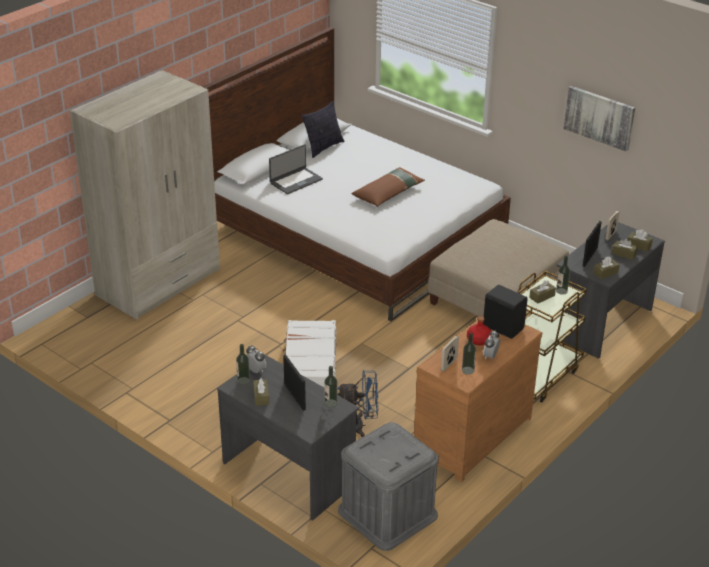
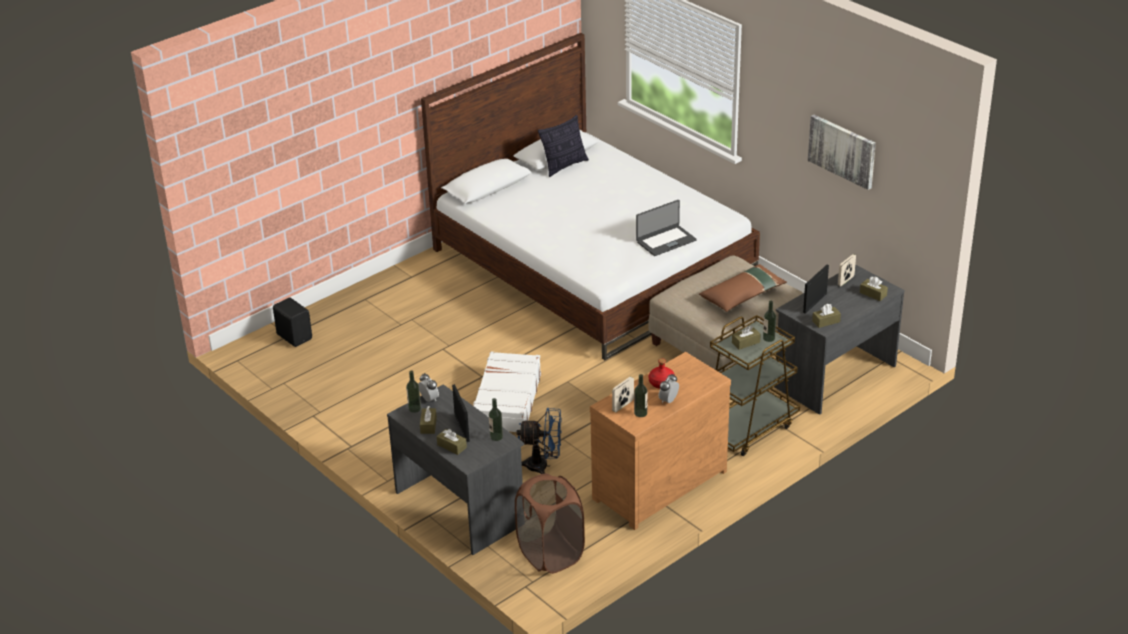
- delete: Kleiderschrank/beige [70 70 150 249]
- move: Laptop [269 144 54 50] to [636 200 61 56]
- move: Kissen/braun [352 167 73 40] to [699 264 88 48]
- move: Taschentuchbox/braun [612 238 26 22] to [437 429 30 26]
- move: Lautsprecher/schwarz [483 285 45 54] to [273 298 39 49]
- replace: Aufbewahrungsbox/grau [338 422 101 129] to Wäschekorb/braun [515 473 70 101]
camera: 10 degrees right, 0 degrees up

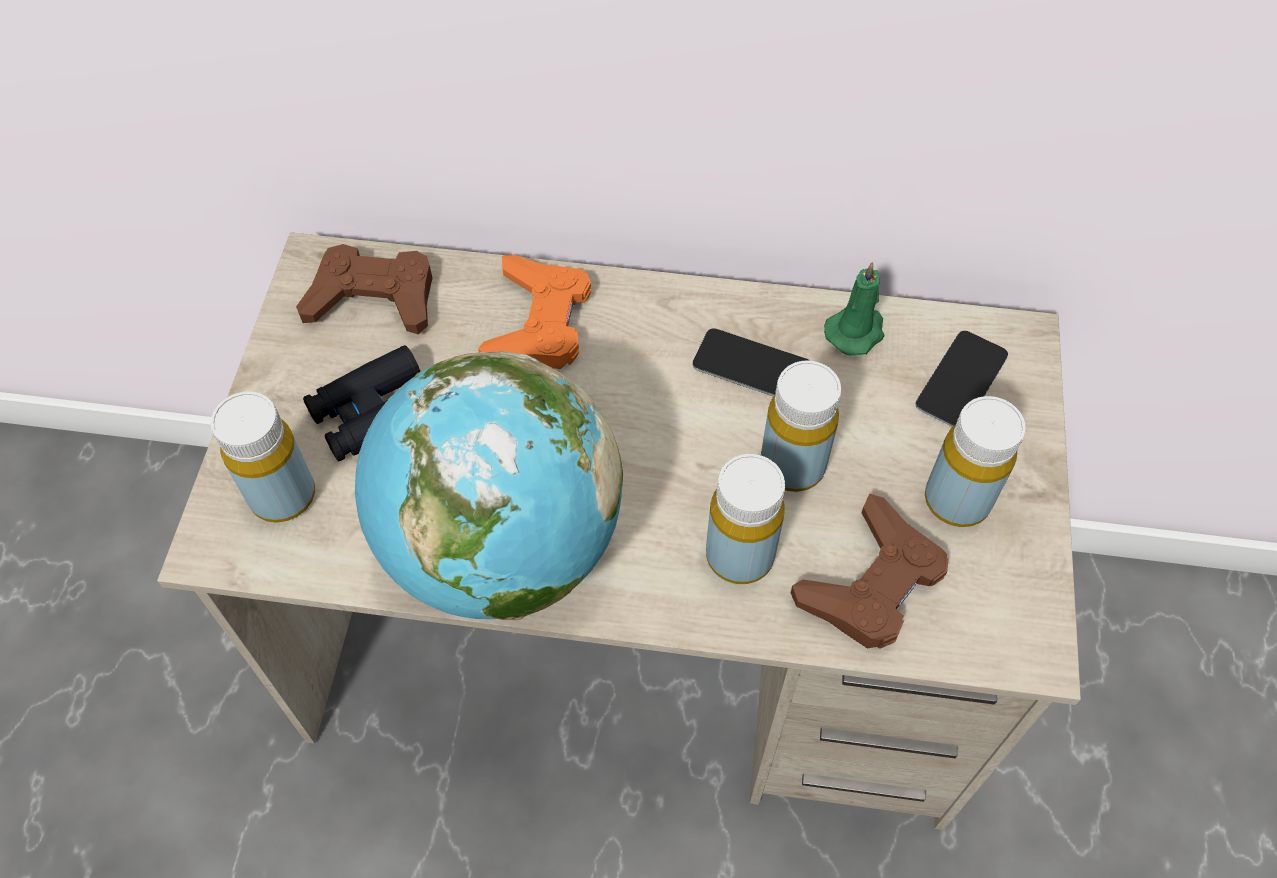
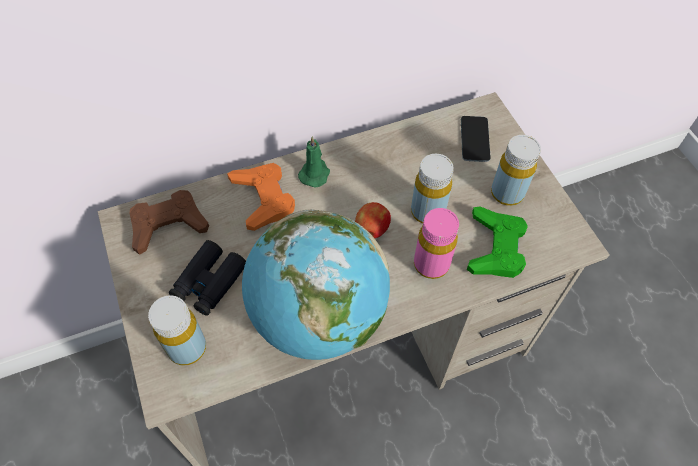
- move: Kerze/grün [824 262 61 94] to [298 136 32 51]
- delete: Handy [693 328 117 68]
- recolor: Flasche/gelb [706 454 79 130] to Flasche/rosa [414 208 45 71]
- recolor: Gamepad/braun [791 494 158 155] to Gamepad/grün [467 207 61 71]
- insert: Apfel [355 202 36 36]
camera: 30 degrees left, 0 degrees up

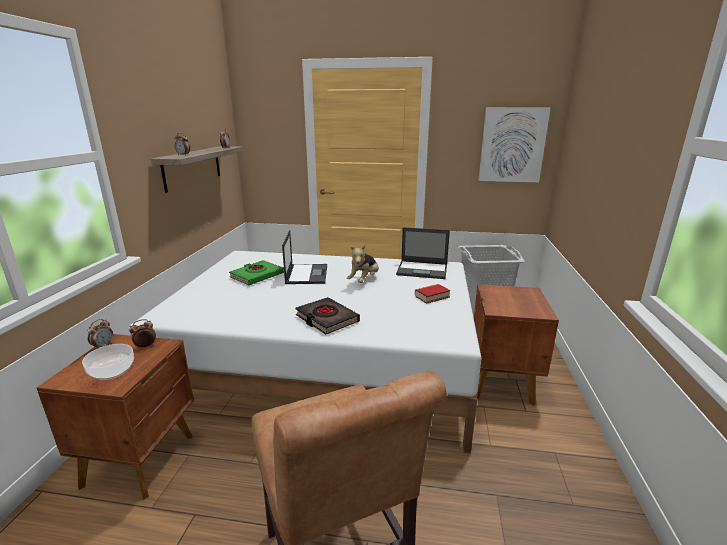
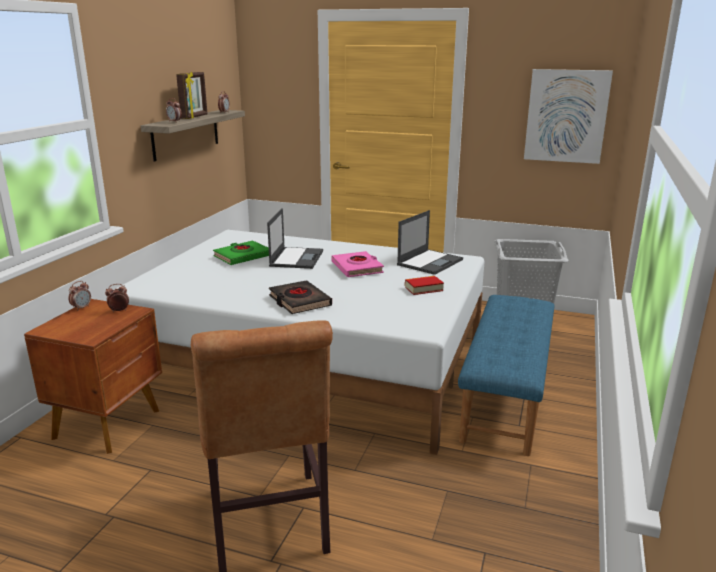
- rotate: Laptop [396 227 54 52] = [397 210 66 65] 75 degrees counterclockwise
- replace: Plüschtier [347 245 32 38] to Buch/rosa [331 251 53 26]
- replace: Nachttisch/braun [474 284 85 121] to Bank/blau [458 295 96 161]
- delete: Schüssel [82 344 52 36]
- insert: Bilderrahmen [176 71 32 48]
camera: 10 degrees right, 0 degrees up

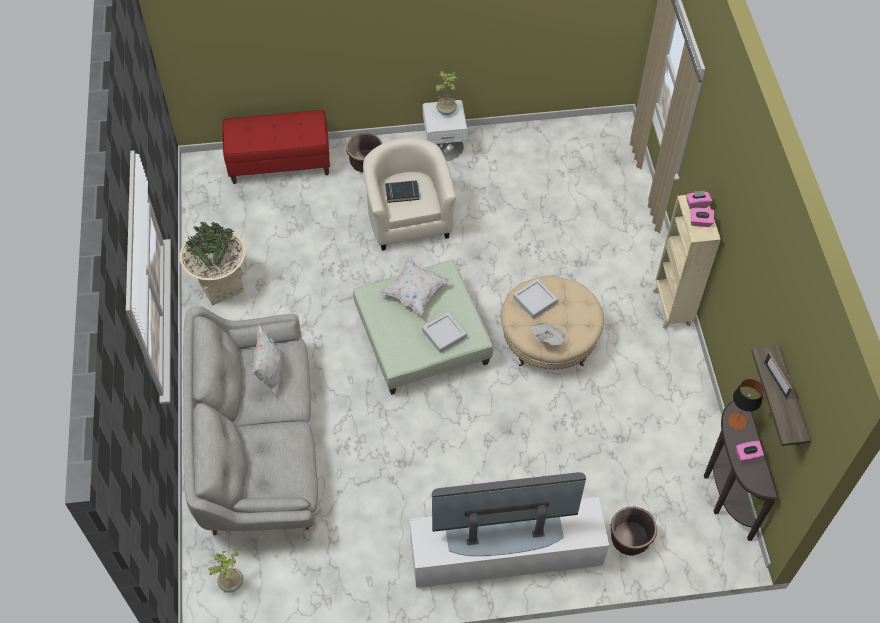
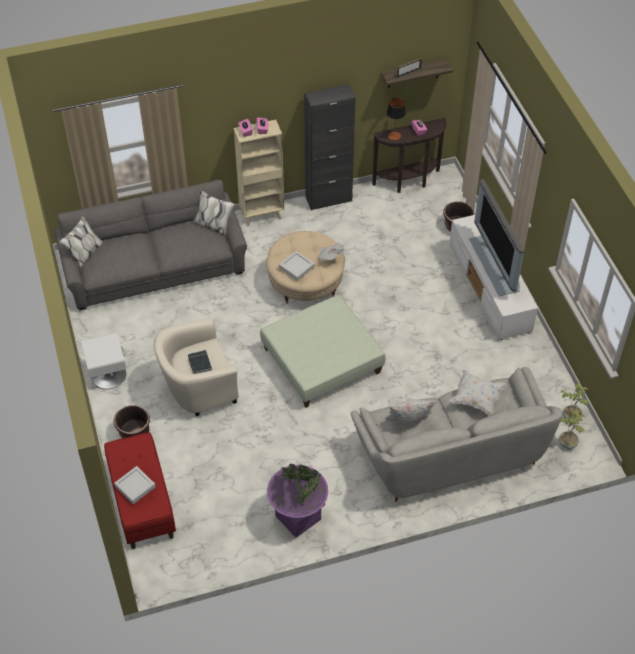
- move: Topfpflanze [435 71 22 44] to [561 383 27 38]
- recolor: Pflanzkübel/beige [180 222 65 84] to Pflanzkübel/lila [267 464 61 74]
- move: Kissen/weiß [379 258 71 58] to [449 370 57 45]
- move: Tablett/grau [422 312 45 41] to [114 466 42 38]
- insert: Schrank/schwarz [304 84 51 127]
- insert: Sofa/grau [54 180 193 130]
camera: 100 degrees left, 5 degrees down

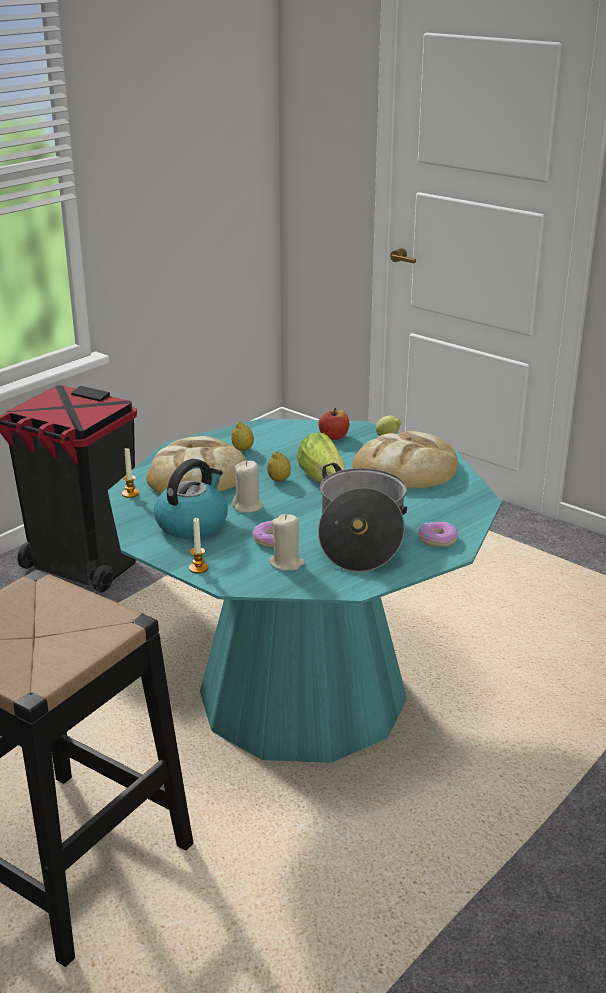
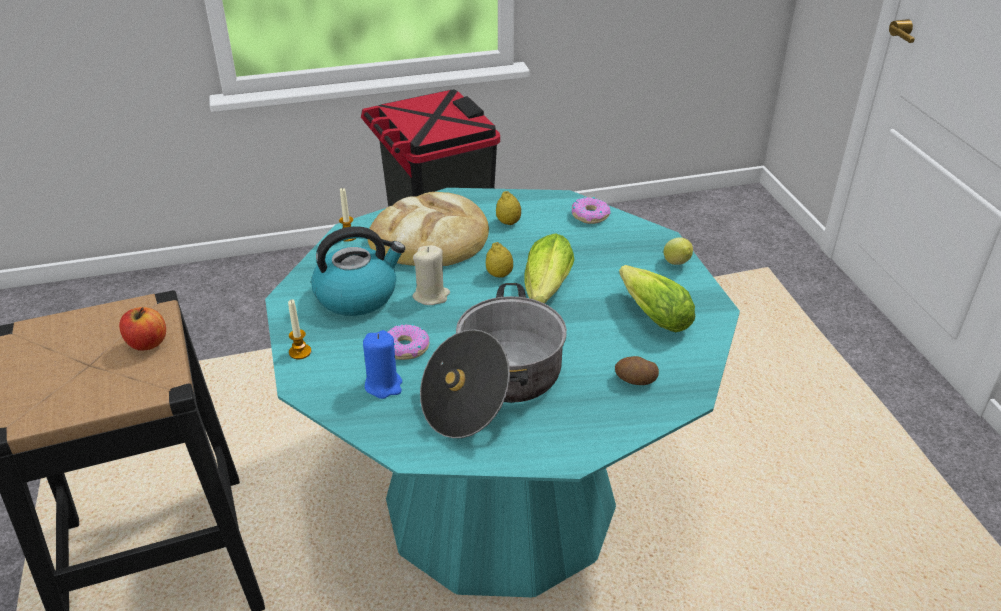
- move: Apfel [318 408 31 32] to [119 307 47 44]
- replace: Brot [352 431 106 58] to Salatkopf [619 265 76 67]
- recolor: Kerze/beige [269 514 36 57] to Kerze/blau [363 330 39 69]
- move: Donut [418 521 40 26] to [572 197 39 27]
- insert: Kartoffel [615 356 44 29]
camera: 35 degrees right, 10 degrees up

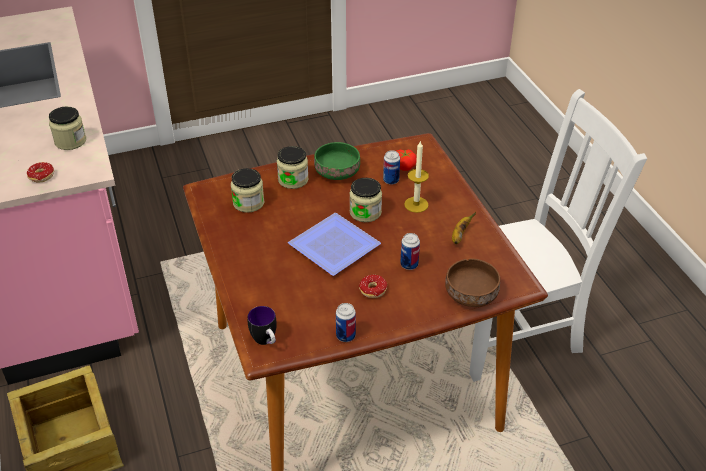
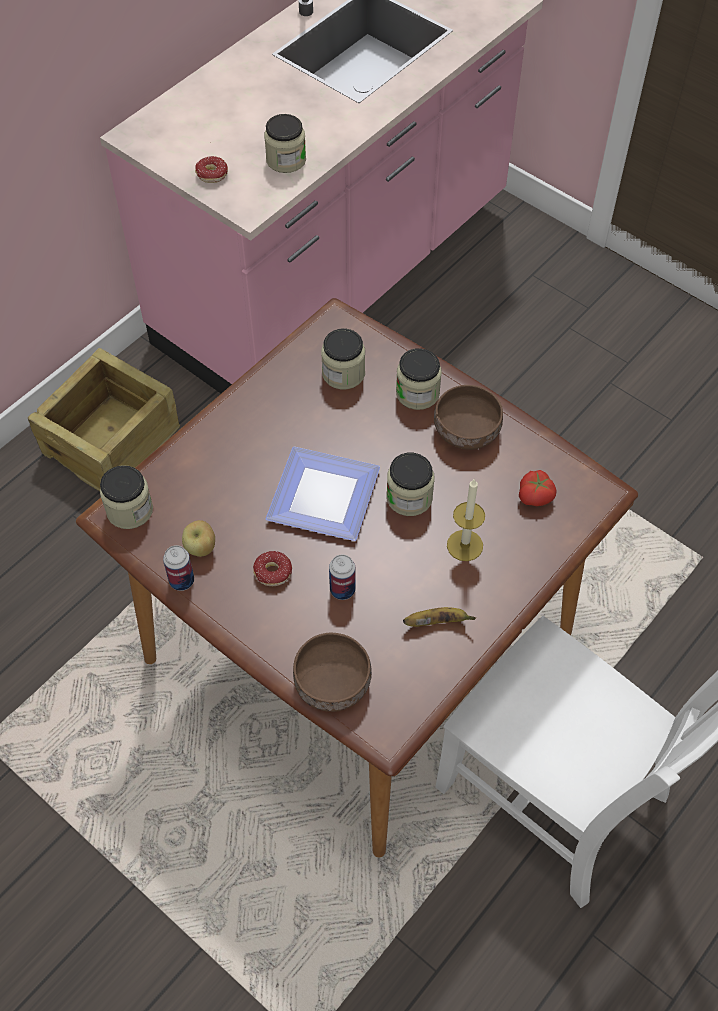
- recolor: Schüssel/grün [314 142 46 38] to Schüssel/braun [434 385 69 65]
- delete: Dose [383 150 17 35]
- replace: Henkelbecher [247 306 30 39] to Vorratsglas [100 465 53 64]
- insert: Apfel [182 520 33 37]
camera: 60 degrees right, 15 degrees up

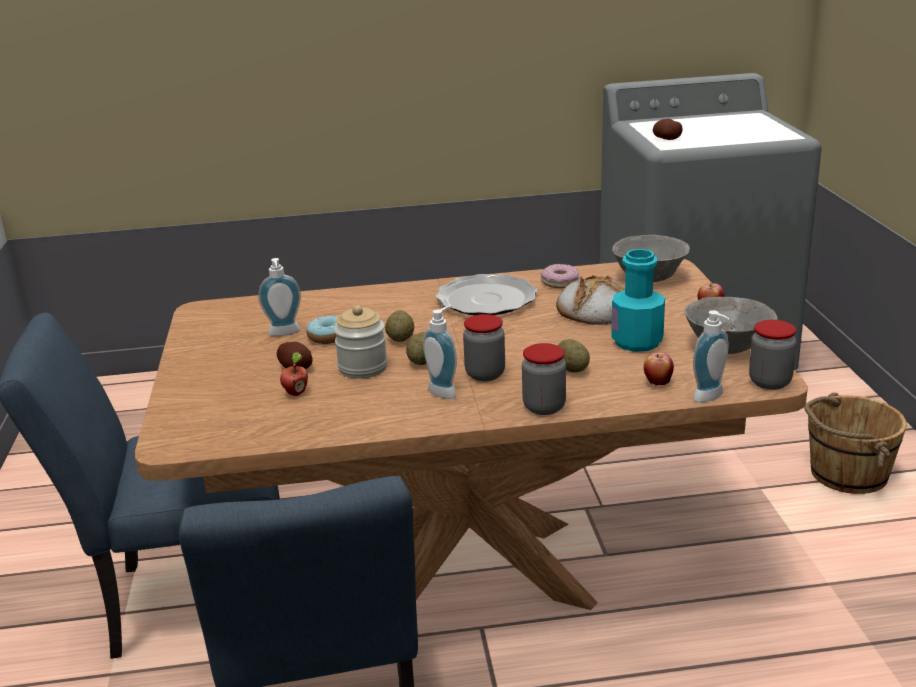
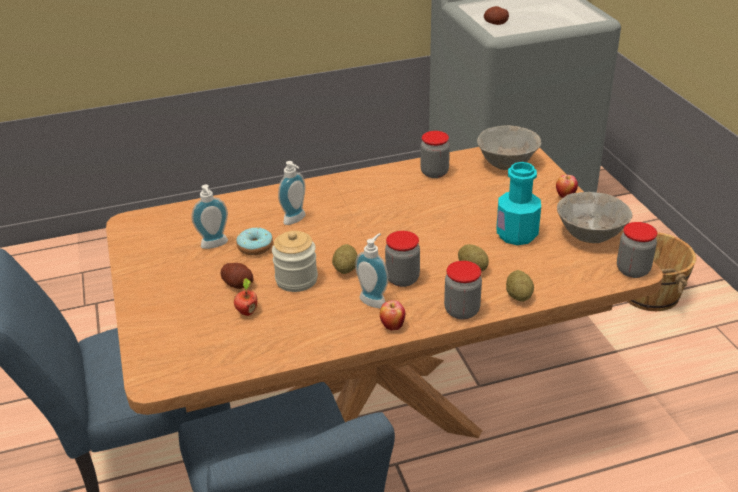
- replace: Donut [541 264 38 24] to Vorratsglas [420 131 30 47]
- delete: Teller [435 274 102 41]
- delete: Brot [556 275 69 50]
- move: Kartoffel [385 310 29 32] to [506 270 28 32]
- move: Seifenspender [693 310 37 93] to [278 161 28 64]
- move: Apfel [644 352 30 34] to [380 300 25 30]
camera: 10 degrees left, 10 degrees up

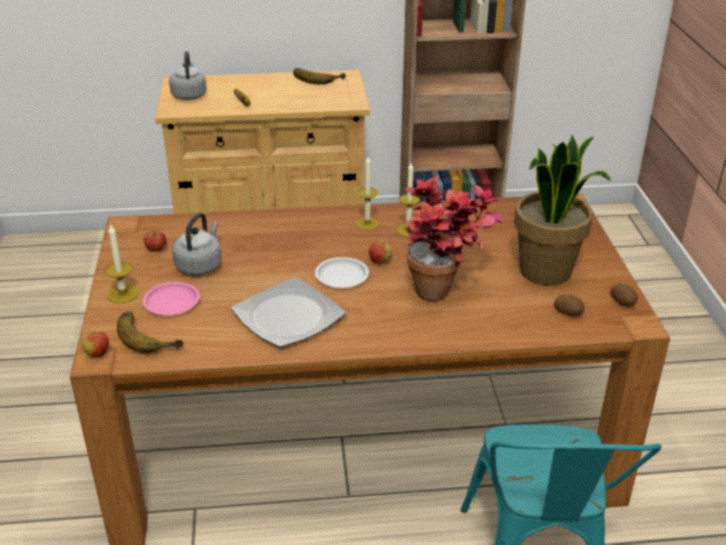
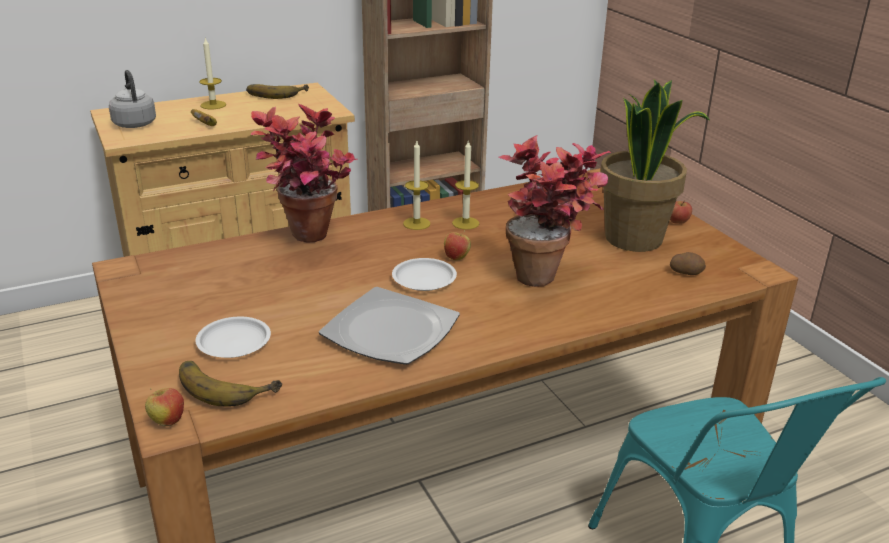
- delete: Wasserkessel/grau [172 213 50 62]
- move: Kerze [105 223 34 80] to [199 38 27 71]
- move: Apfel [144 231 23 21] to [670 200 22 24]
- recolor: Teller/rosa [143 282 57 33] to Teller/weiß [195 317 76 41]
- delete: Kartoffel [610 284 28 23]
- insert: Topfpflanze [251 104 107 139]
camera: 20 degrees left, 5 degrees down

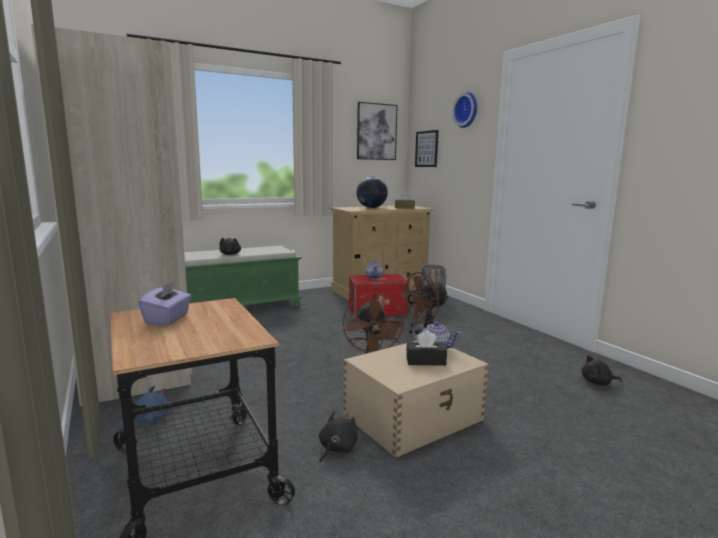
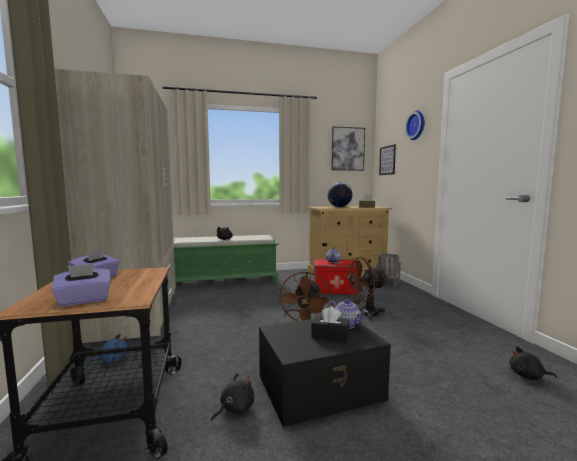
- recolor: Aufbewahrungsbox/beige [343 341 146 117] to Aufbewahrungsbox/schwarz [259 319 132 108]
- insert: Taschentuchbox/lila [51 264 60 43]
camera: 15 degrees right, 5 degrees down

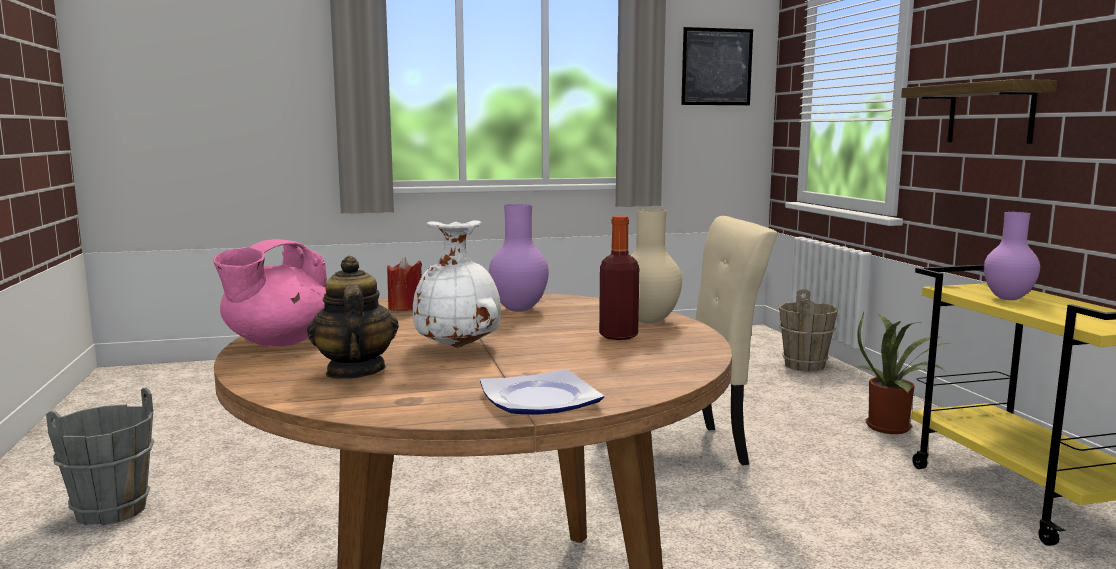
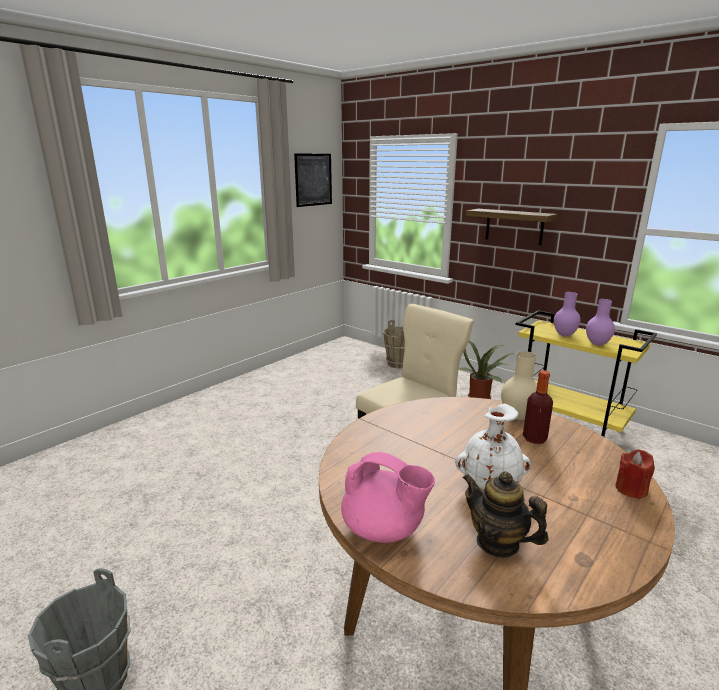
- move: Vase/lila [489 204 60 108] to [586 299 29 47]
- rotate: Teekanne/rosa [213 239 114 108] = [341 452 94 91] 60 degrees counterclockwise
- move: Kerze/rot [387 257 35 54] to [615 450 40 49]
- delete: Teller [480 369 124 46]
camera: 35 degrees left, 10 degrees up

